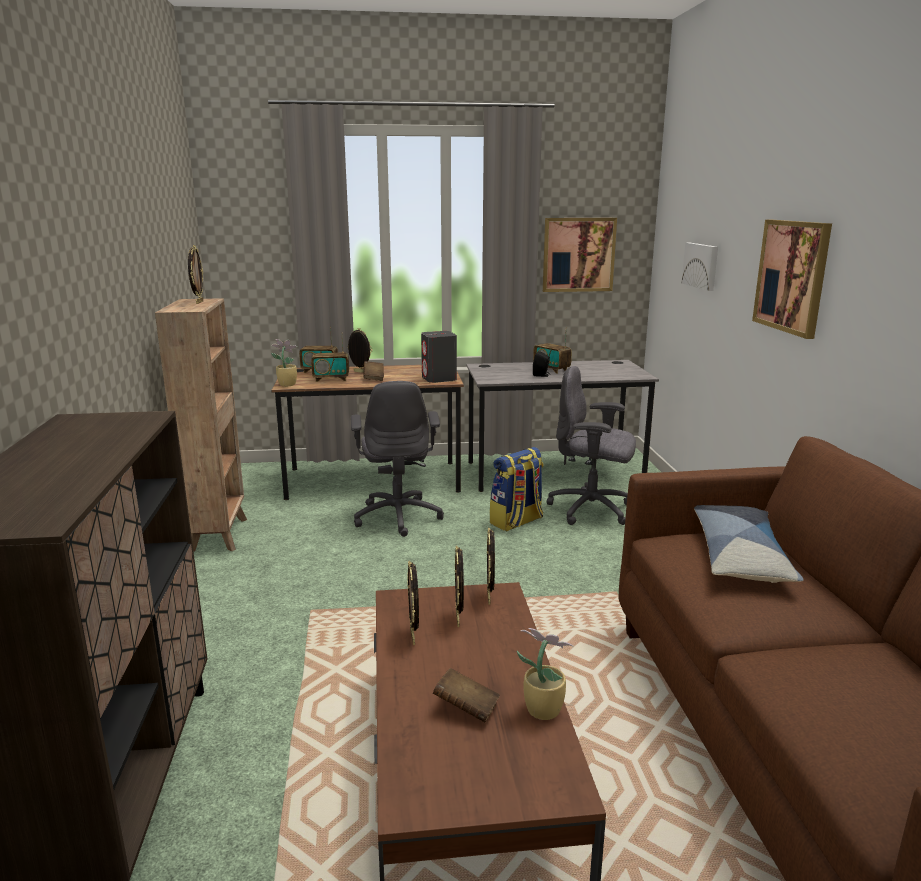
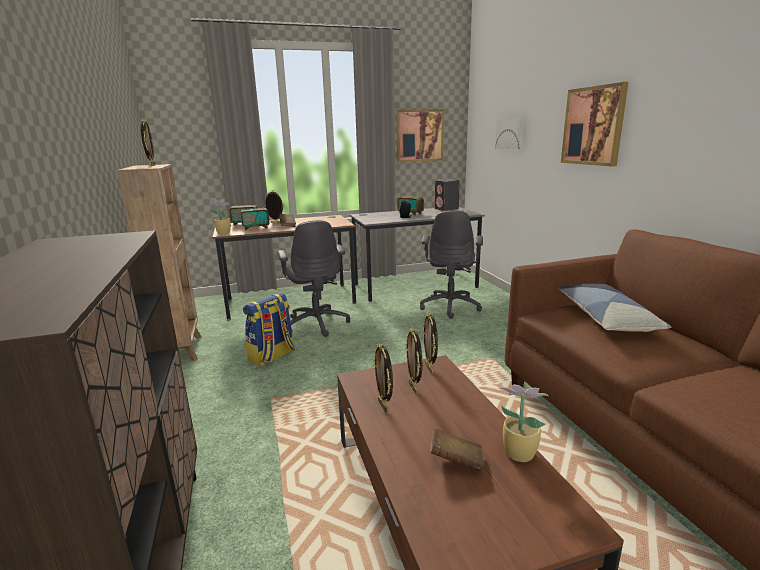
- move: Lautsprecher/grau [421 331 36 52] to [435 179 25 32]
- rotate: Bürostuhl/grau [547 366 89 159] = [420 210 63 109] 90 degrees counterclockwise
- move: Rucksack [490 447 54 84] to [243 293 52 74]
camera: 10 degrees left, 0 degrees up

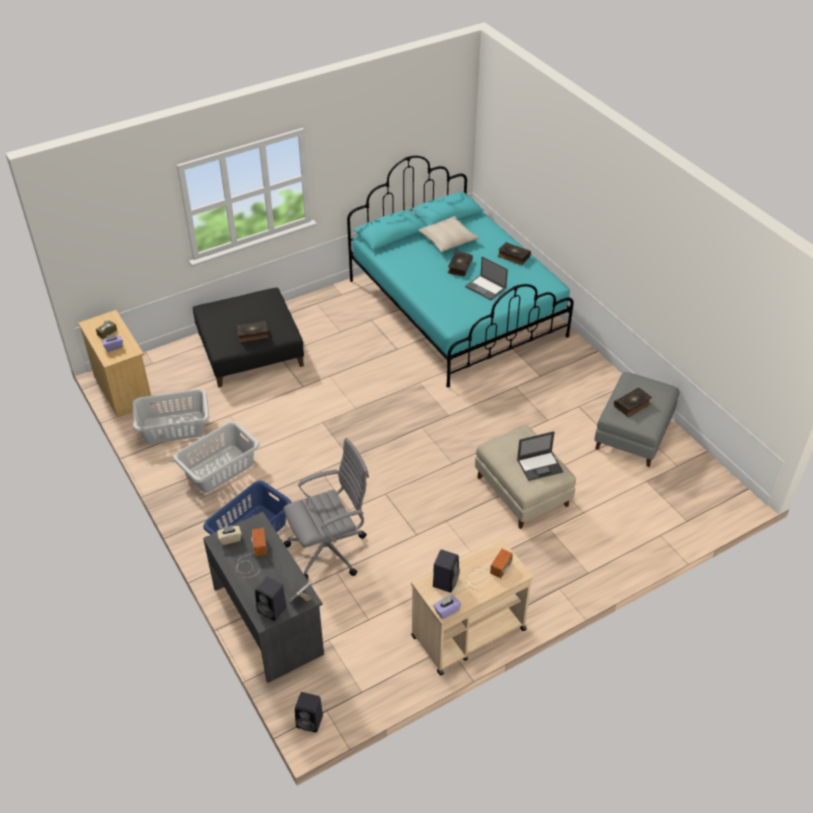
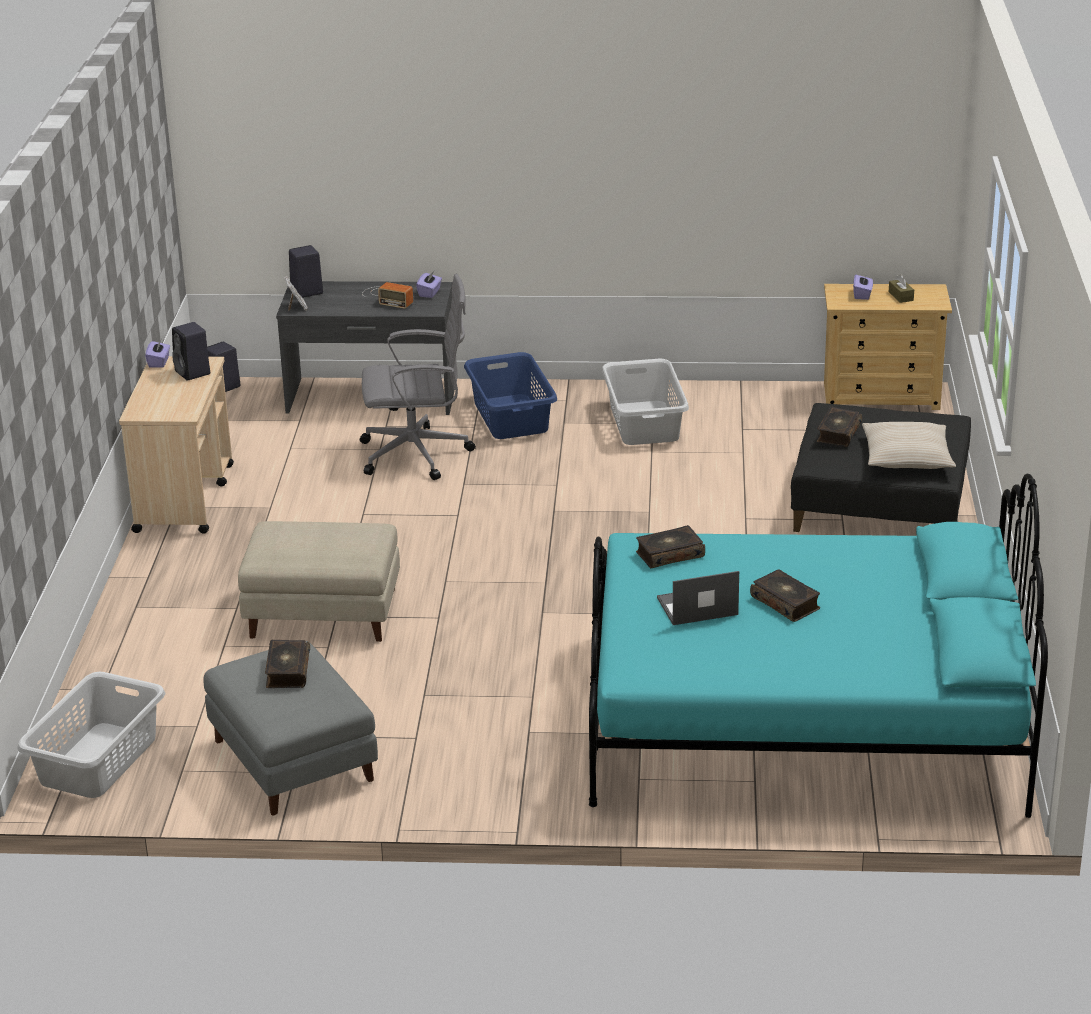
- move: Kissen/beige [418 216 62 36] to [862 422 94 47]
- move: Buch [498 242 33 23] to [636 525 69 43]
- move: Wäschekorb/grau [132 389 77 55] to [17 672 148 126]
- delete: Laptop [517 431 46 50]
- rotate: Bürostuhl/grau [283 438 86 142] = [360 274 116 206] 105 degrees counterclockwise
- recolor: Taschentuchbox/beige [217 525 25 20] to Taschentuchbox/lila [416 271 26 27]
- delete: Radio [465 549 48 41]
camera: 125 degrees right, 15 degrees down

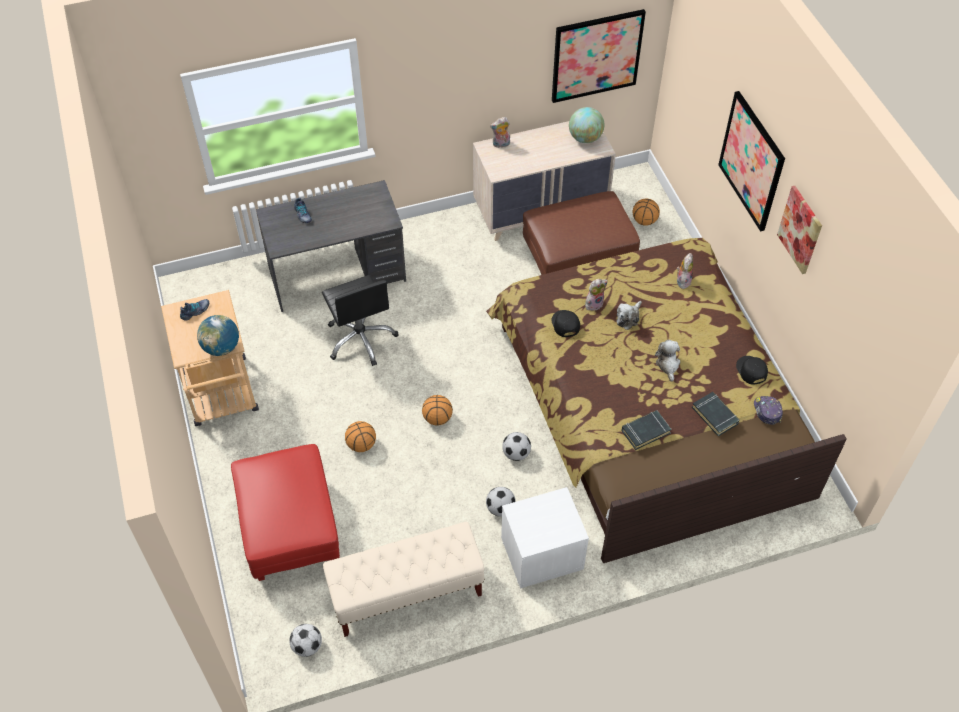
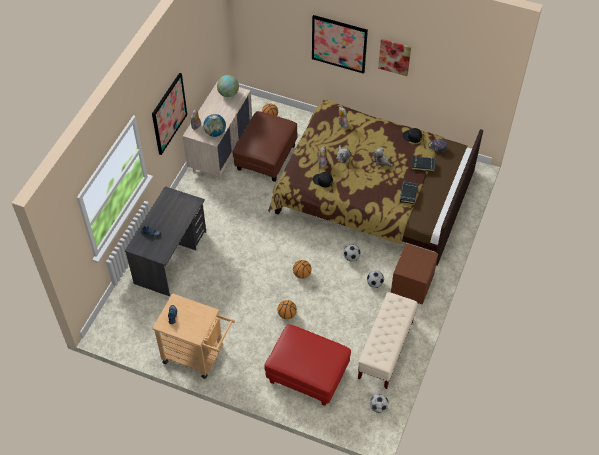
- move: Bild [552 9 94 94] to [152 73 35 82]
- delete: Bürostuhl/schwarz [322 275 76 91]
- move: Globus [197 315 42 41] to [203 114 23 23]
- recolor: Nachttisch/weiß [501 487 88 101] to Nachttisch/braun [391 243 47 62]
camera: 50 degrees left, 0 degrees up

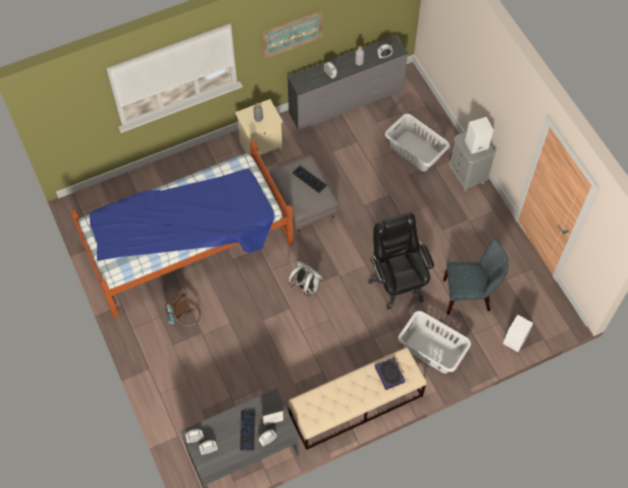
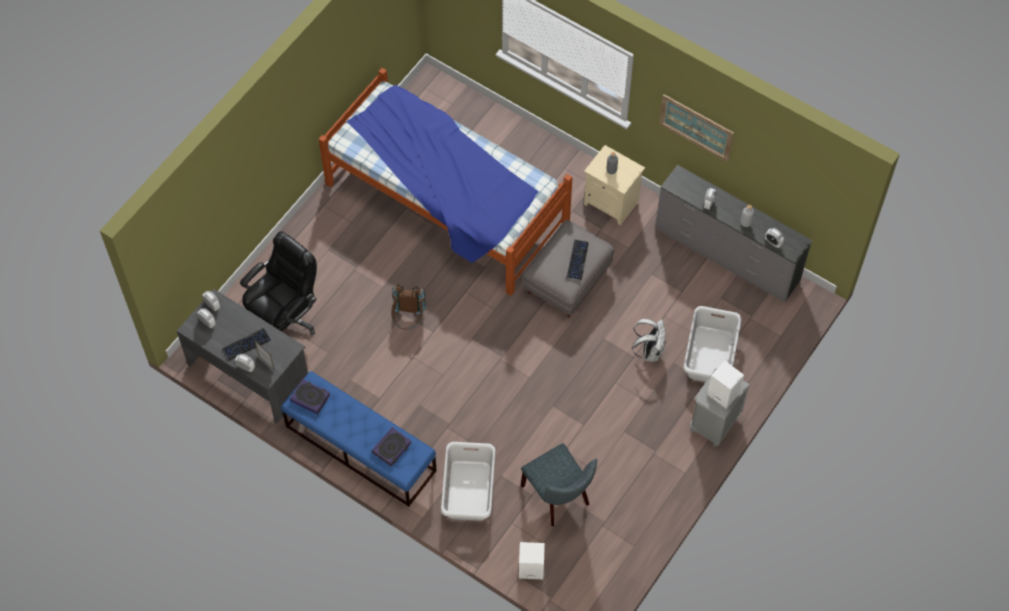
- move: Bürostuhl/schwarz [368 213 66 97] to [240 231 77 104]
- move: Rucksack/weiß [288 261 35 35] to [632 318 34 44]
- move: Rucksack/braun [165 288 36 38] to [391 284 35 46]
- recolor: Bank/beige [288 347 139 103] to Bank/blau [281 371 156 136]
- insert: Buch [290 379 40 35]
camera: 60 degrees right, 0 degrees up

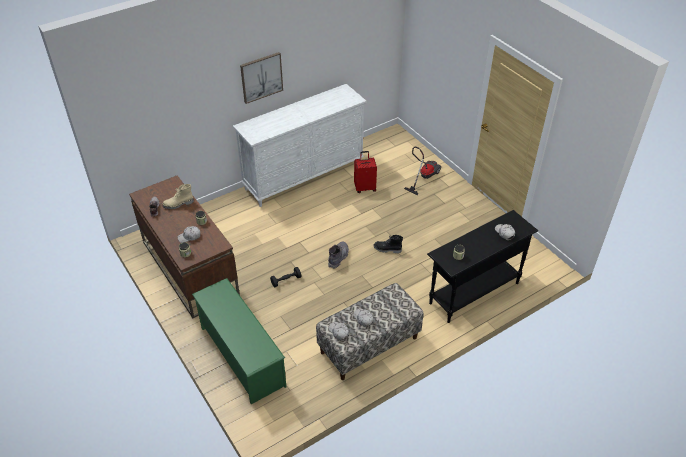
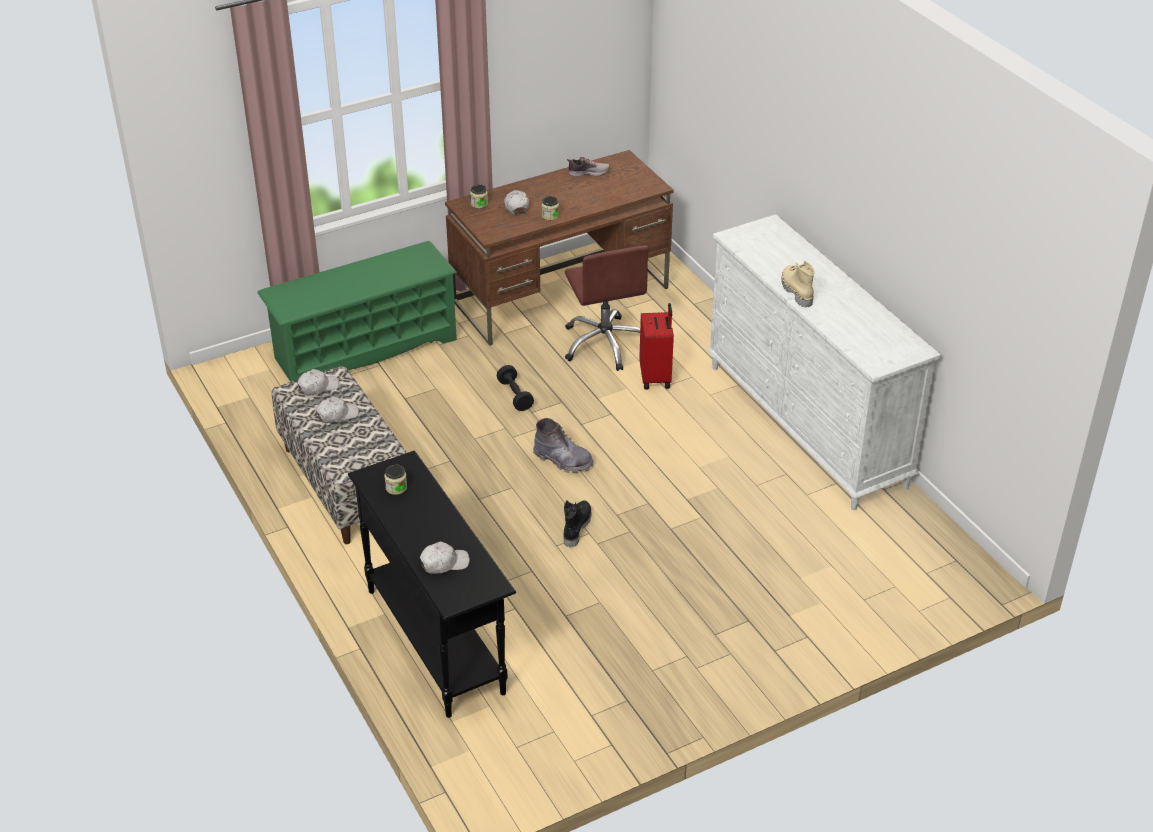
- delete: Bild [240 52 43 52]
- delete: Staubsauger [404 147 37 48]
- move: Koffer/rot [354 151 23 42] to [639 303 35 87]
- move: Stiefel/beige [163 184 31 25] to [781 261 33 47]
- insert: Bürostuhl/braun [565 246 84 125]
camera: 95 degrees right, 5 degrees down

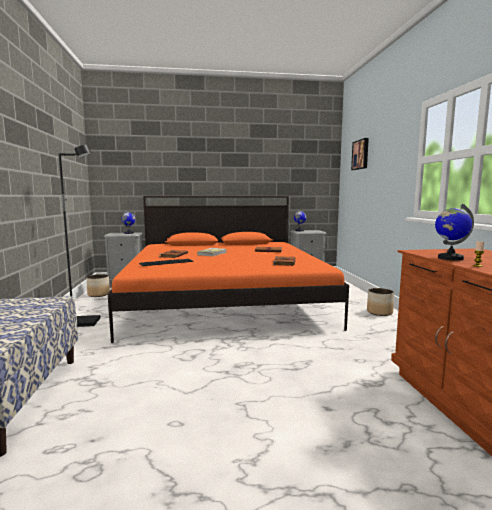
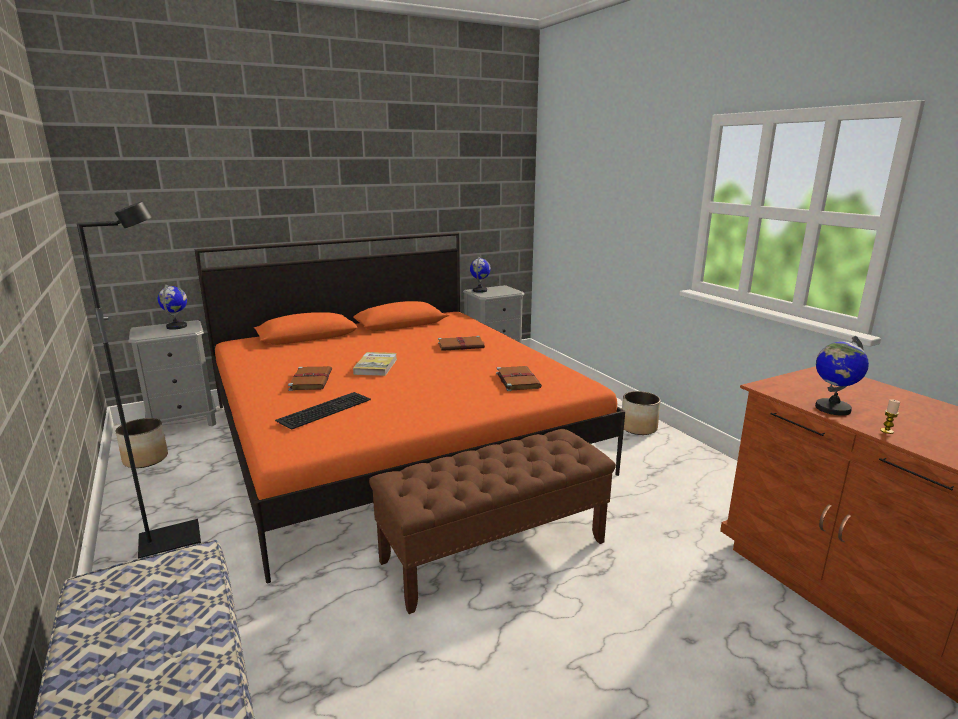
- delete: Bild [351 138 18 32]
- insert: Bank/braun [369 429 247 185]
camera: 20 degrees left, 10 degrees up

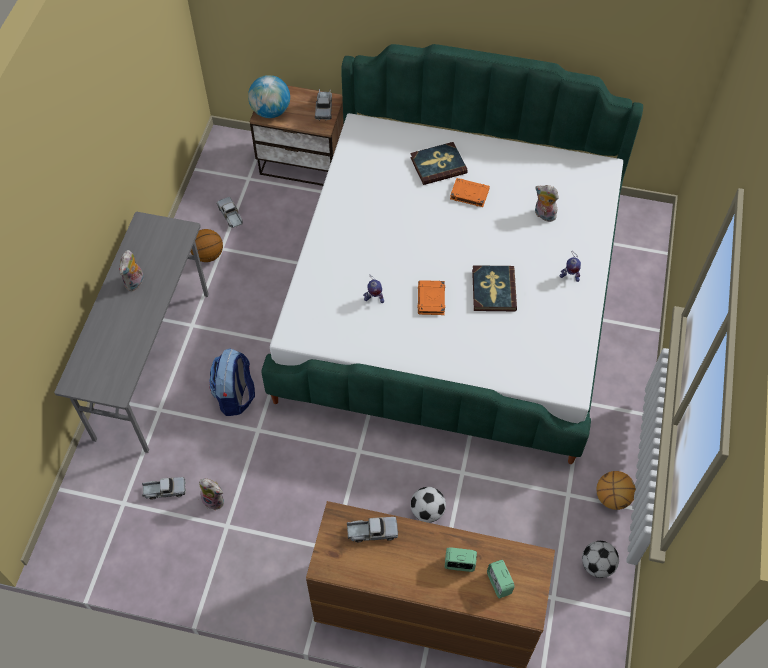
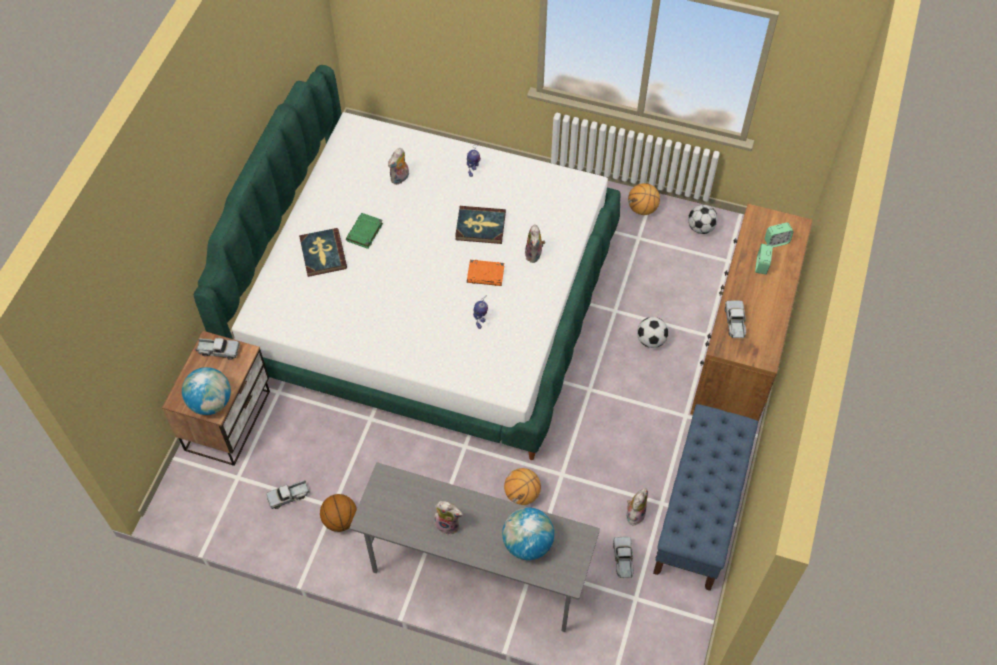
- recolor: Buch/orange [450 178 40 29] to Buch/grün [346 213 37 36]
- replace: Rucksack [209 348 46 68] to Basketball [504 468 37 37]
- insert: Plüschtier [525 224 20 39]
- insert: Bank/blau [653 404 105 187]
- insert: Globus [502 507 52 53]
camera: 85 degrees left, 0 degrees up

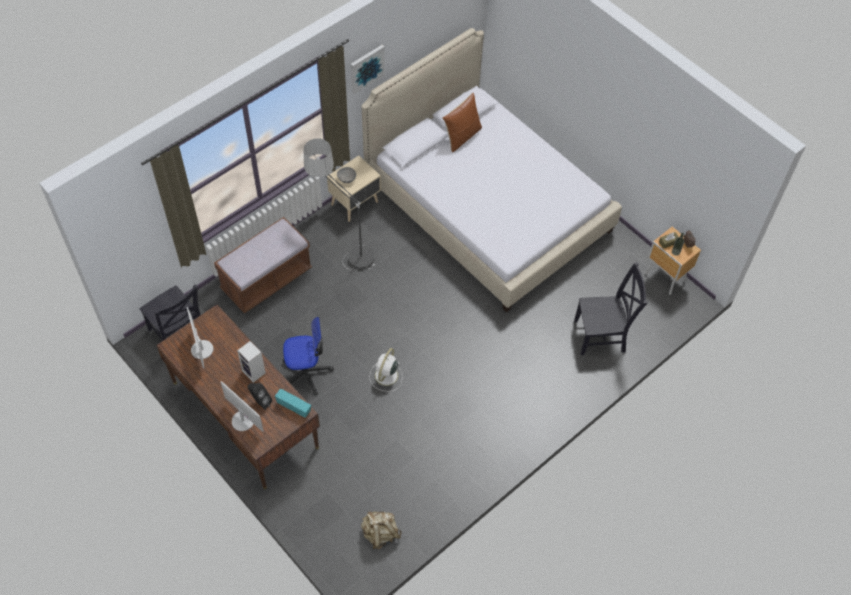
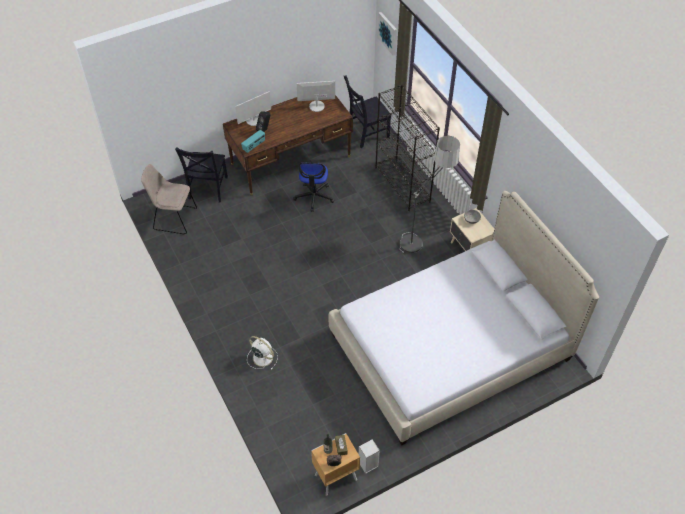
- move: Bild [351 45 34 49] to [378 12 19 43]
- delete: Kissen/braun [442 93 40 60]
- replace: Bank/braun [214 217 98 96] to Bücherregal/schwarz [375 85 65 126]
- move: Stuhl/schwarz [574 262 74 93] to [175 147 53 55]
- move: Lautsprecher [237 341 29 42] to [359 439 21 35]
- move: Ventilator/weiß [369 348 33 44] to [247 336 31 34]
- replace: Rucksack/beige [361 511 41 38] to Stuhl/beige [141 164 56 71]
camera: 105 degrees right, 5 degrees down

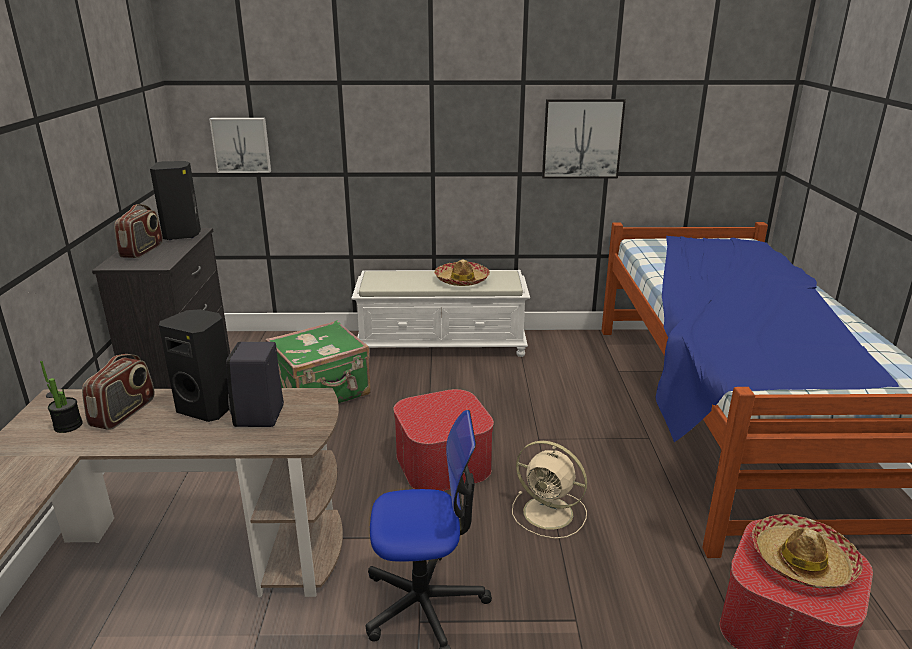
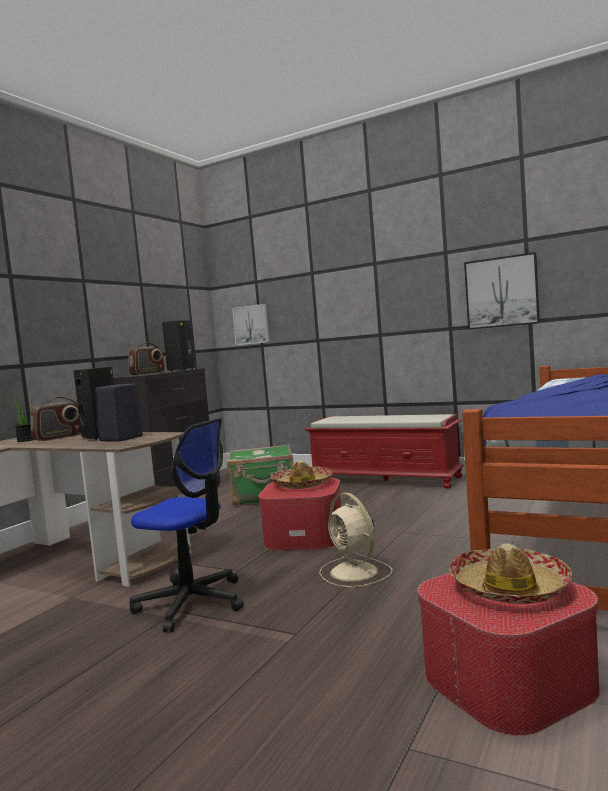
- move: Hut [434 259 56 27] to [271 461 62 28]
- recolor: Bank/weiß [351 270 179 87] to Bank/rot [305 414 159 75]
camera: 30 degrees right, 20 degrees down

